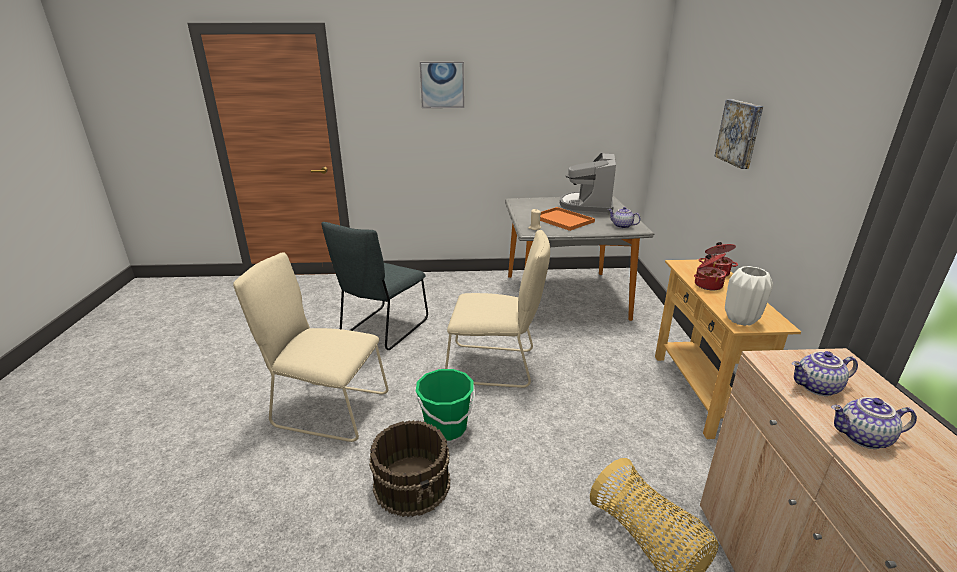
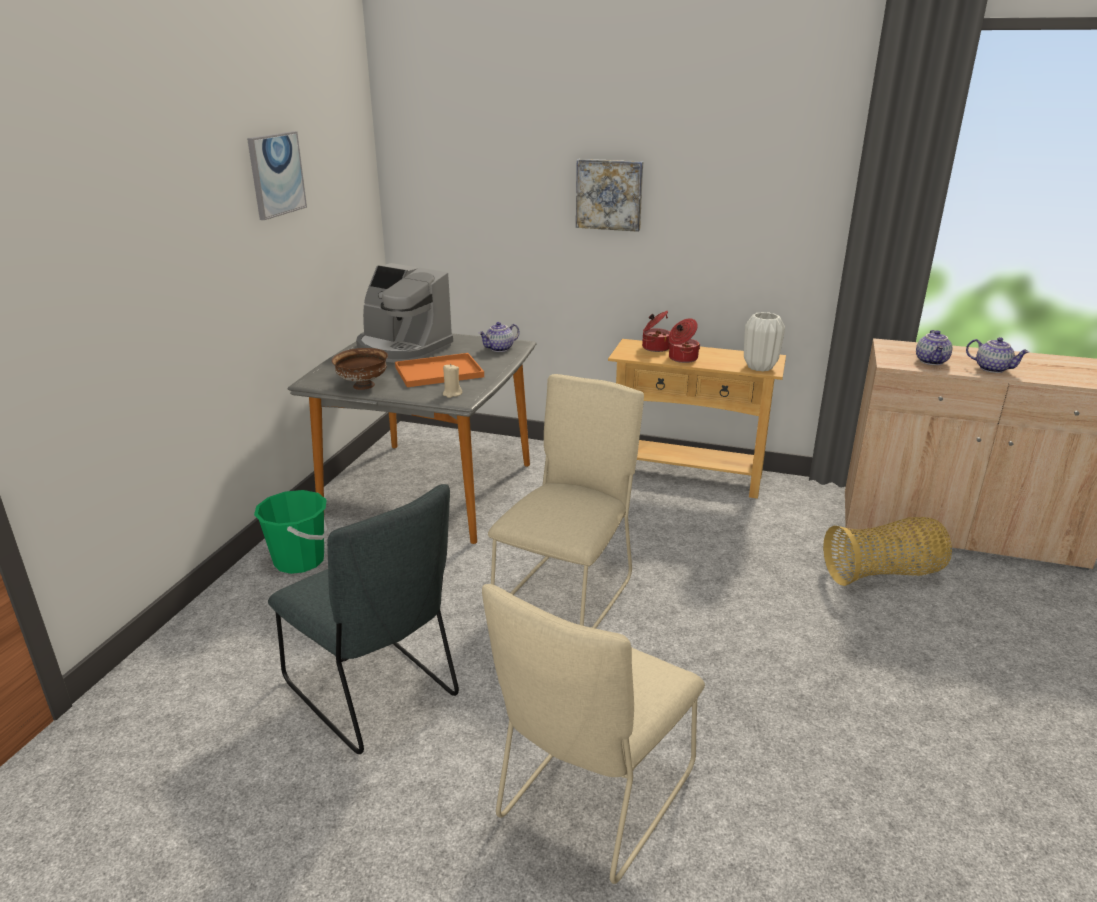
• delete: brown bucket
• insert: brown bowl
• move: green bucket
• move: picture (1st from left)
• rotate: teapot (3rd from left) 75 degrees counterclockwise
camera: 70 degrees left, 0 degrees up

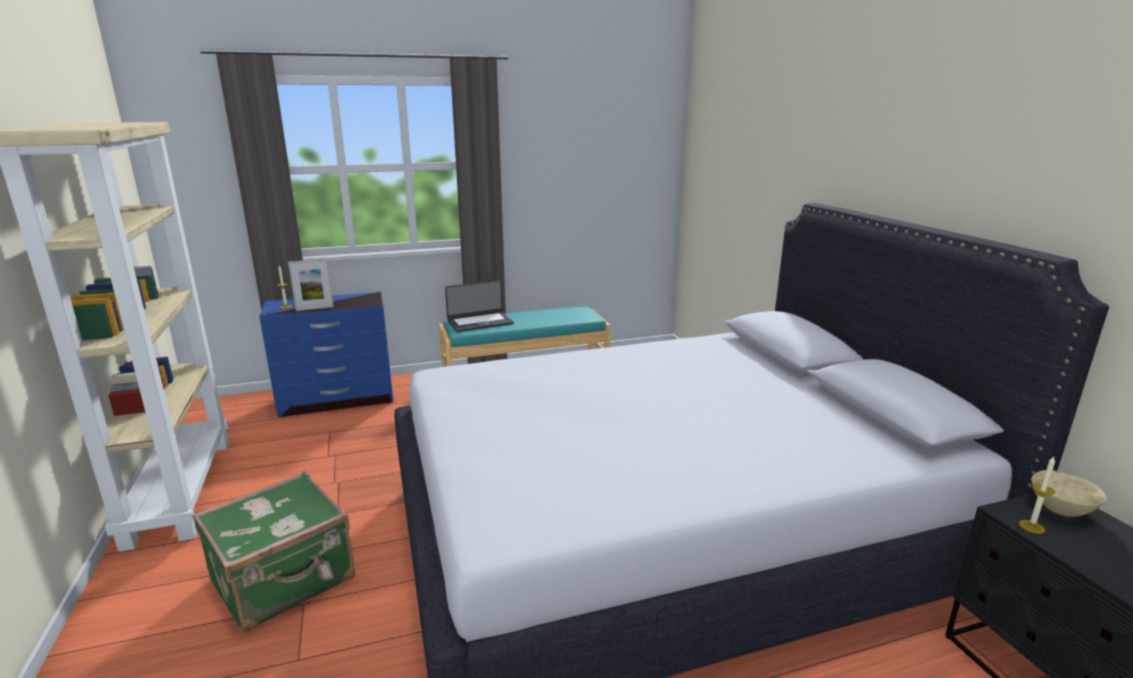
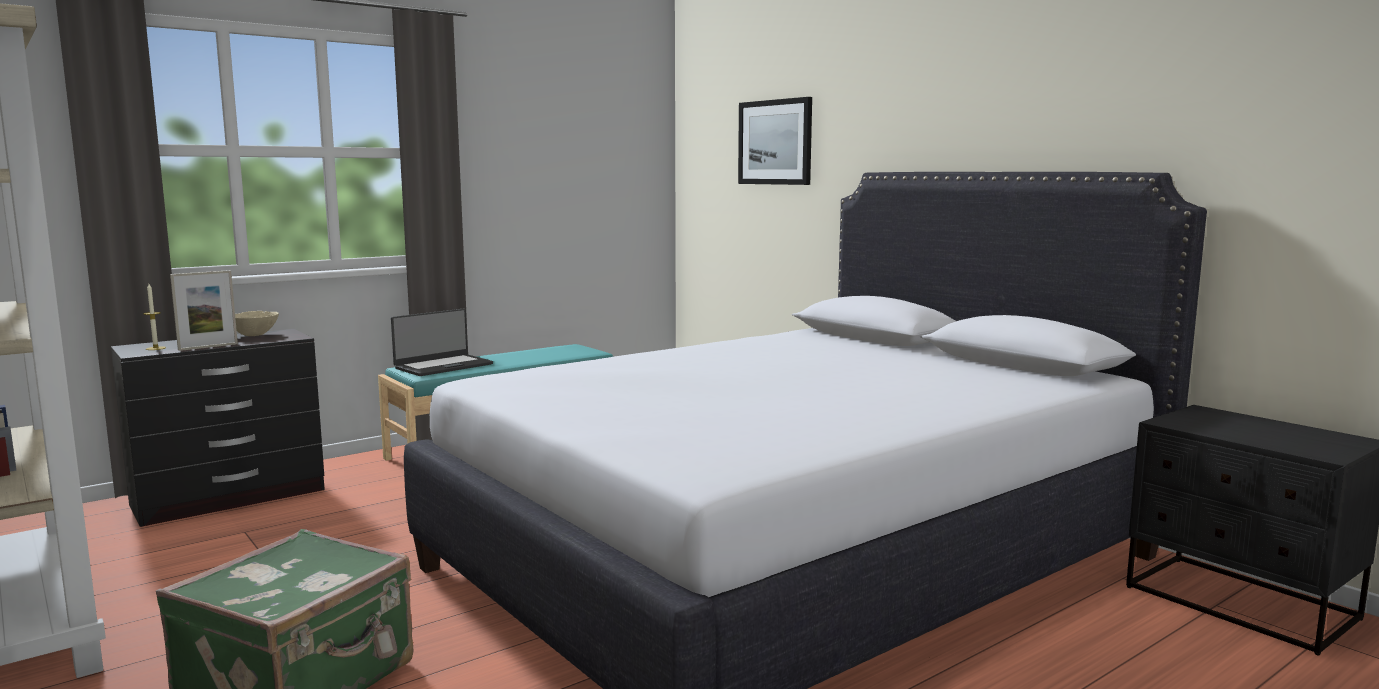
• delete: candle (2nd from left)
• insert: picture
• move: beige bowl
• recolor: blue dresser to black dresser
camera: 20 degrees left, 10 degrees down

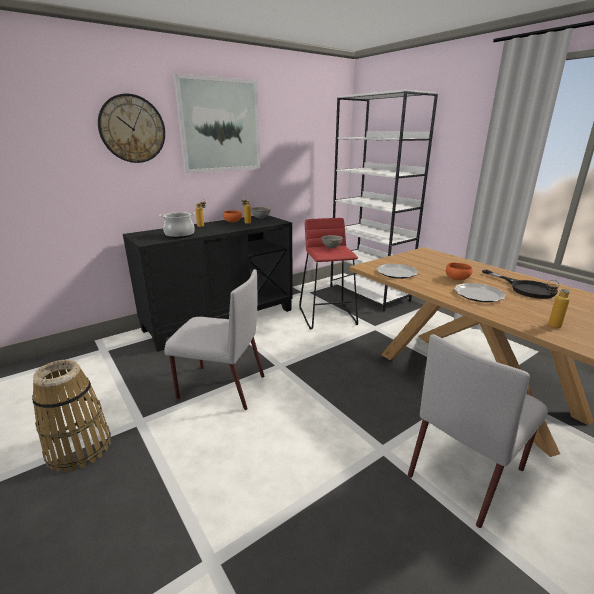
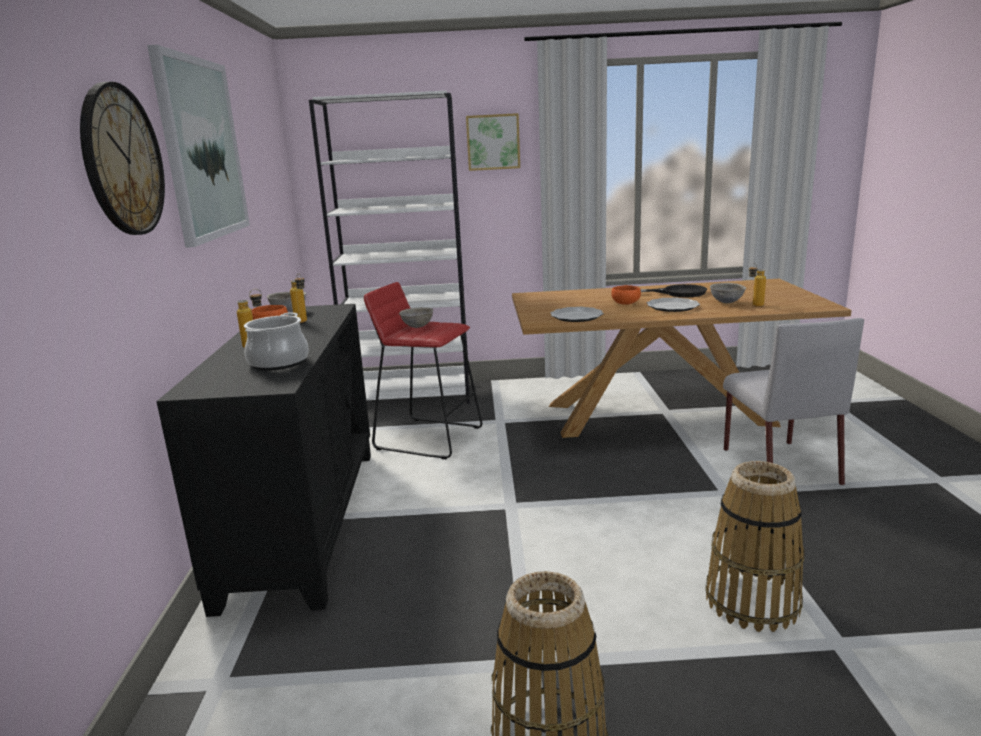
• delete: grey chair (1st from left)
• insert: picture (2nd from left)
• insert: basket (2nd from left)
• insert: grey bowl (3rd from left)
camera: 55 degrees left, 5 degrees down

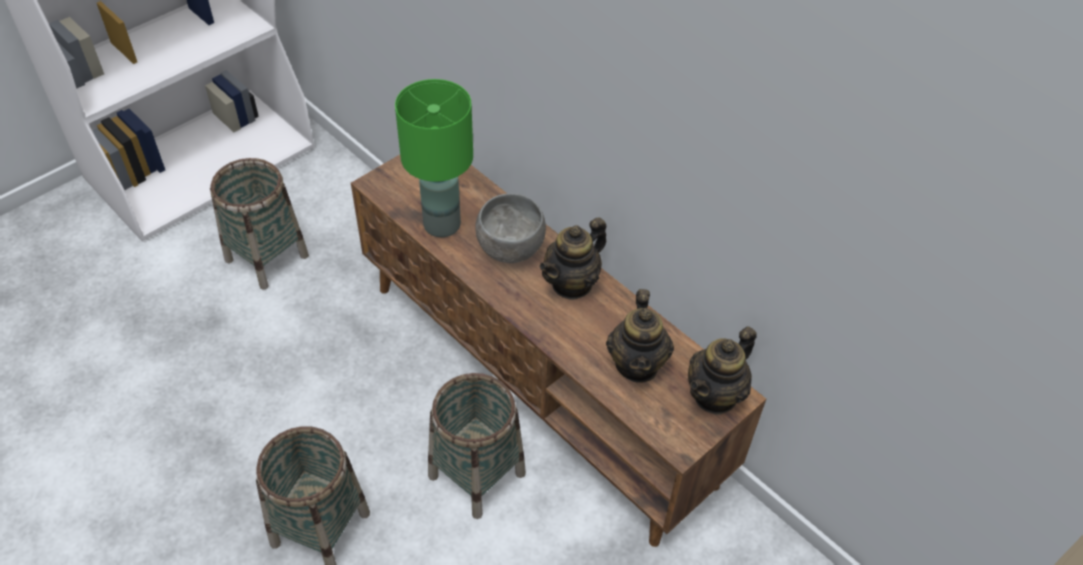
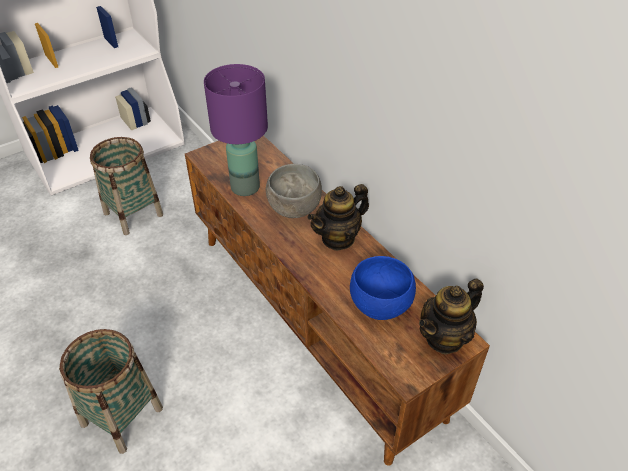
• delete: basket (3rd from left)
• replace: teapot (2nd from left) to blue bowl
• recolor: green table lamp to purple table lamp
camera: 10 degrees right, 5 degrees down

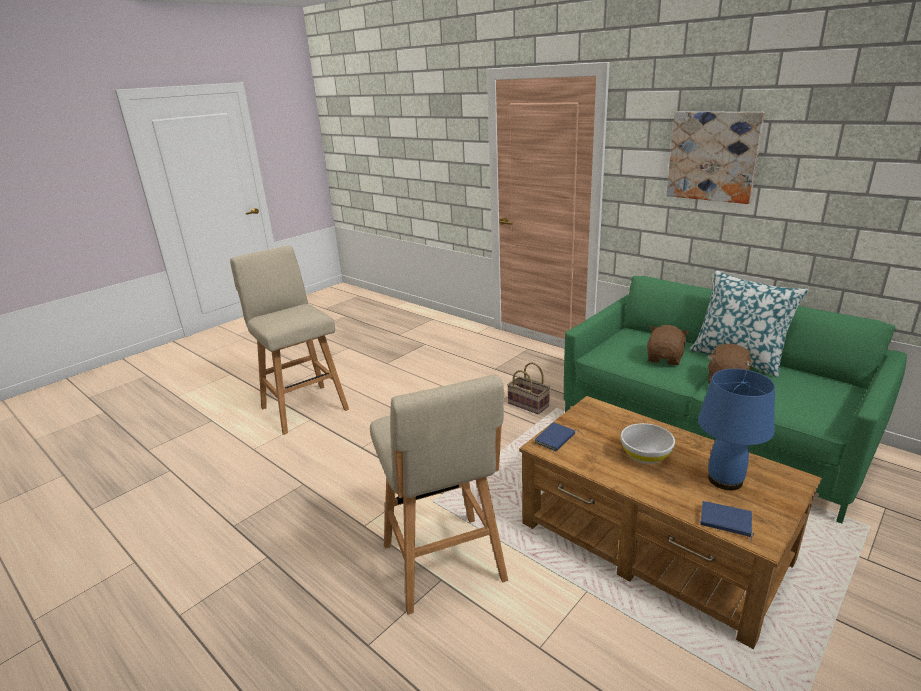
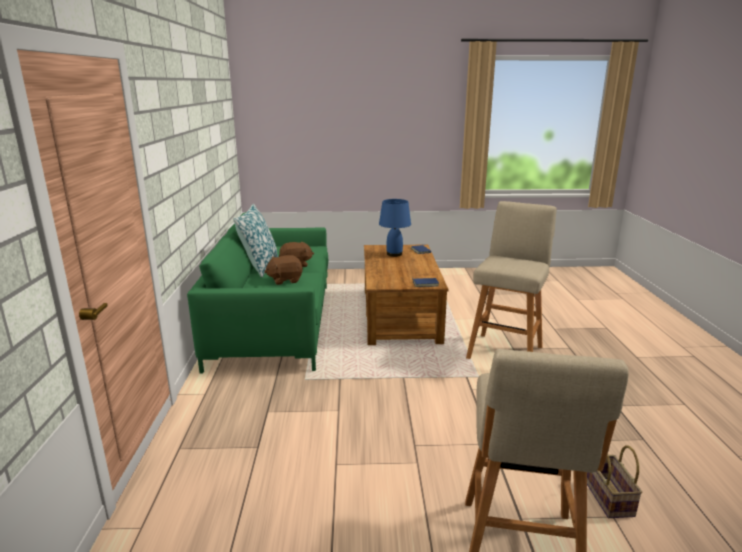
• delete: white bowl
• delete: picture
• move: basket
camera: 135 degrees left, 5 degrees down

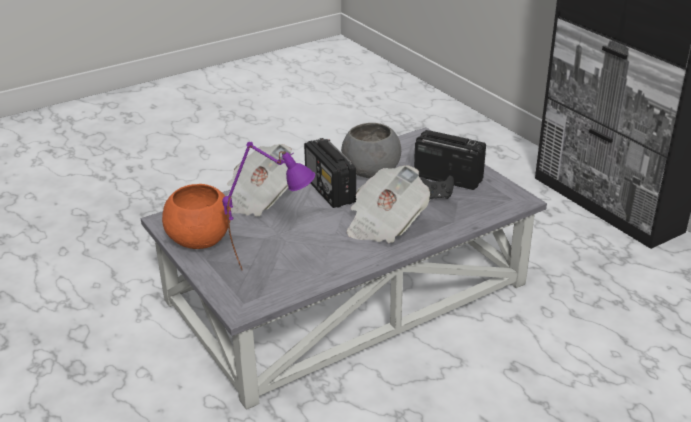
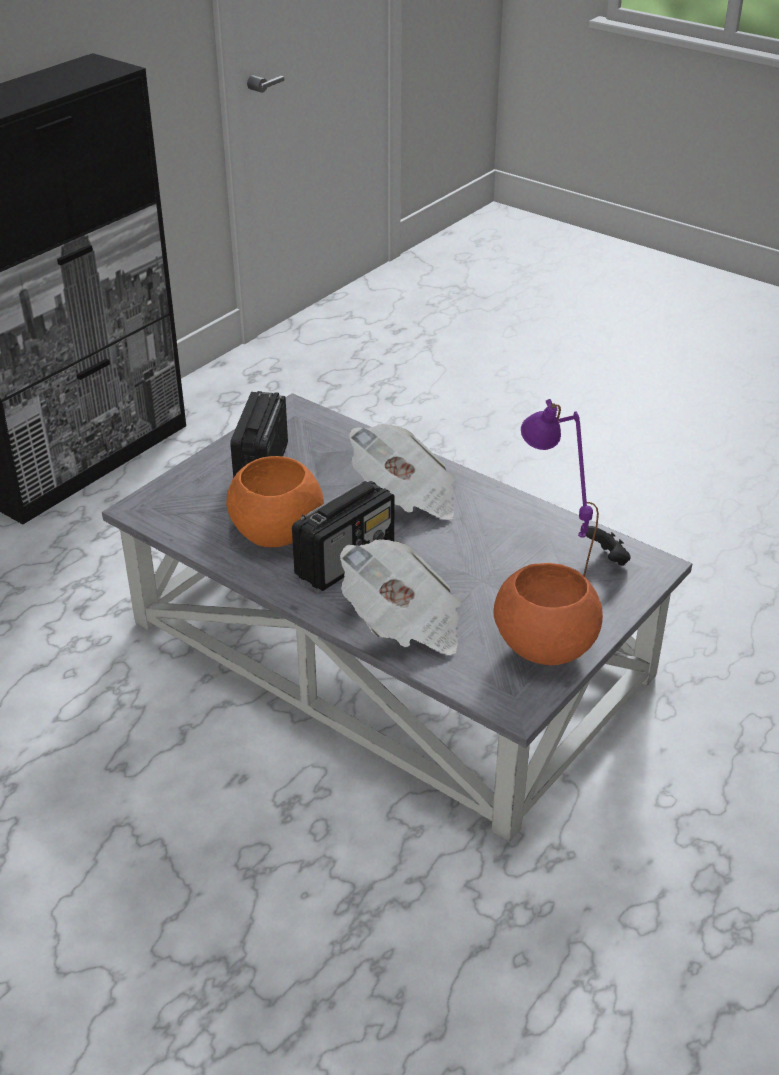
• move: black game controller
• recolor: grey bowl to orange bowl (1st from left)
camera: 110 degrees left, 5 degrees up

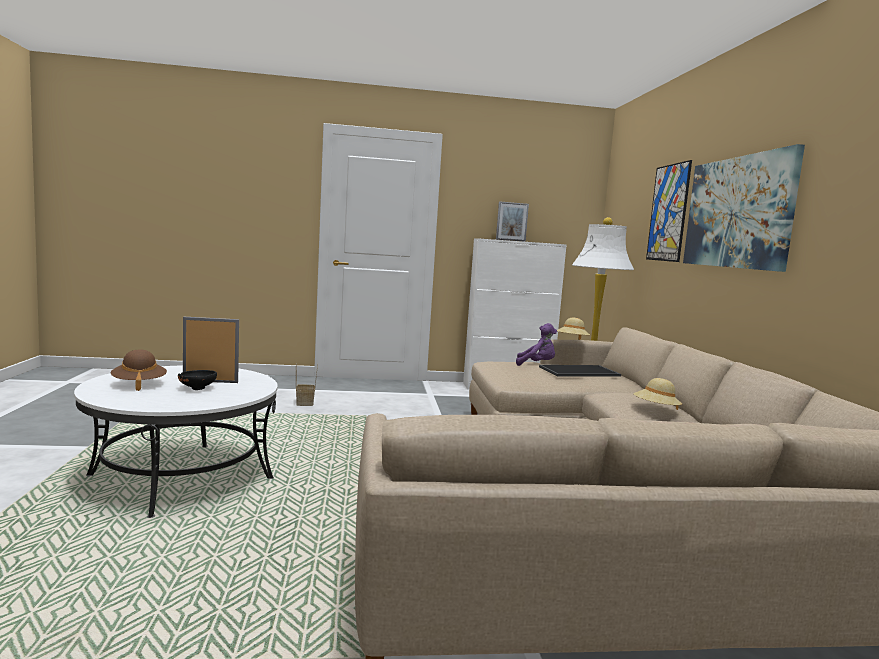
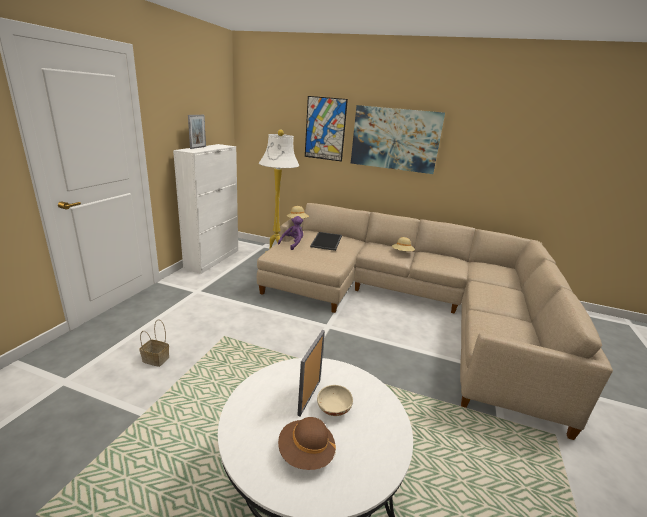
• recolor: black bowl to beige bowl
camera: 65 degrees left, 15 degrees up

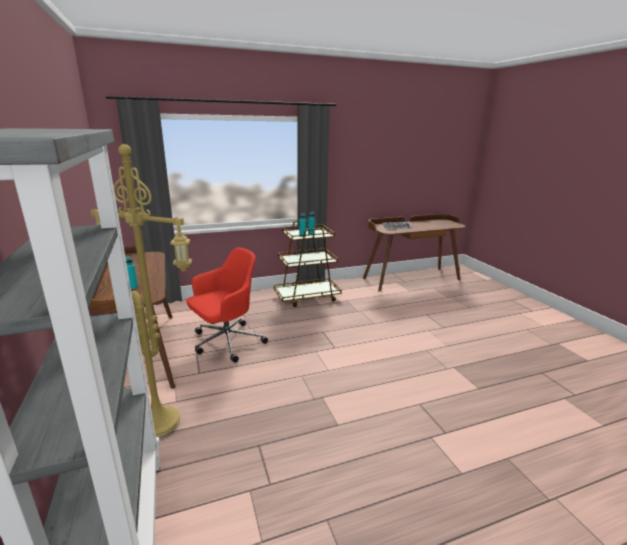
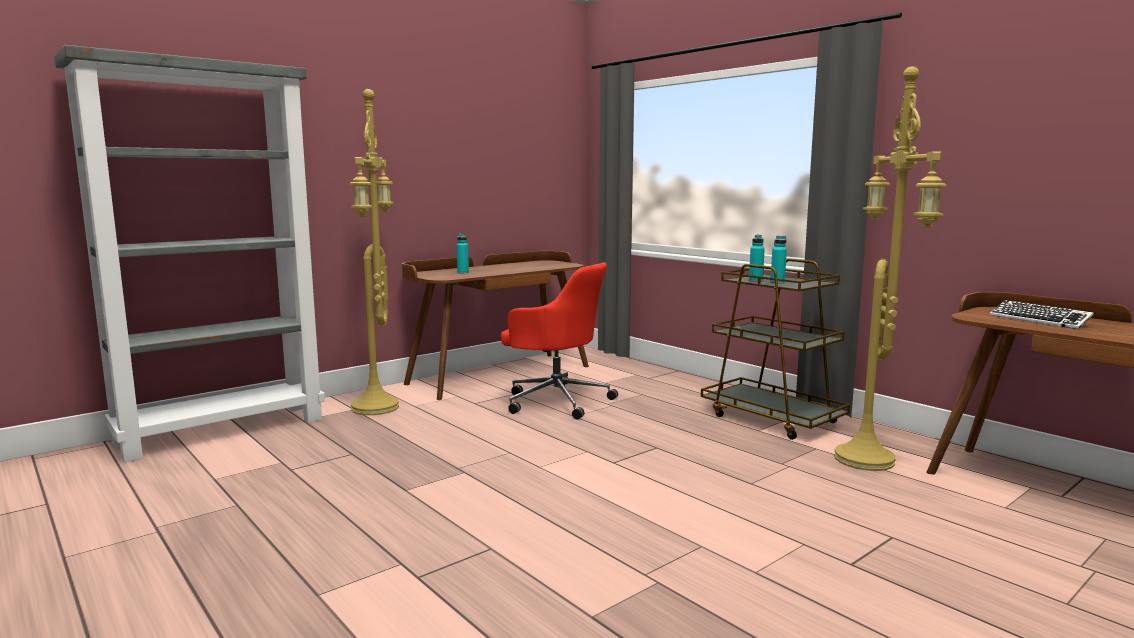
• insert: yellow floor lamp (2nd from left)
camera: 70 degrees right, 10 degrees down

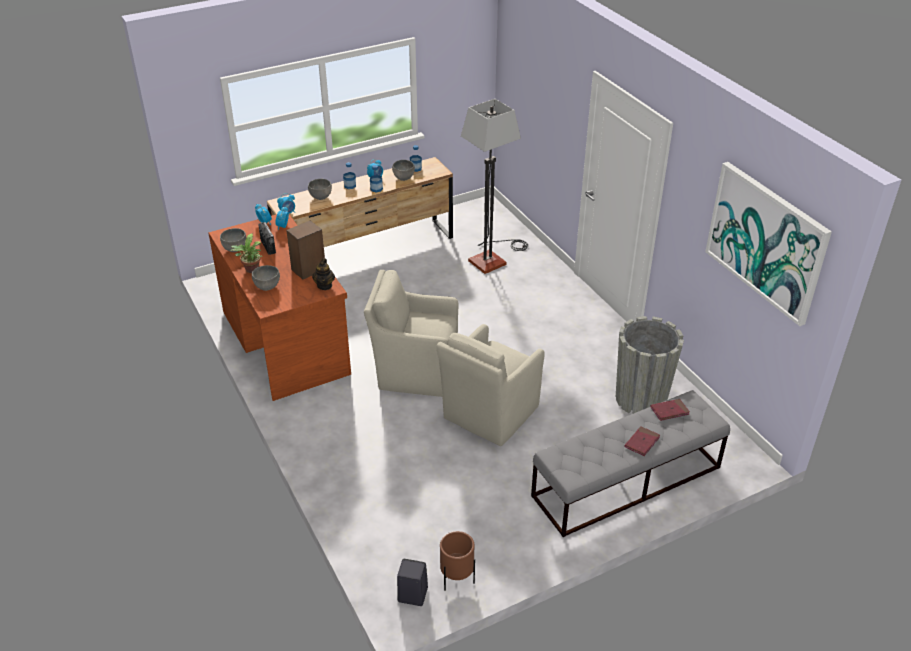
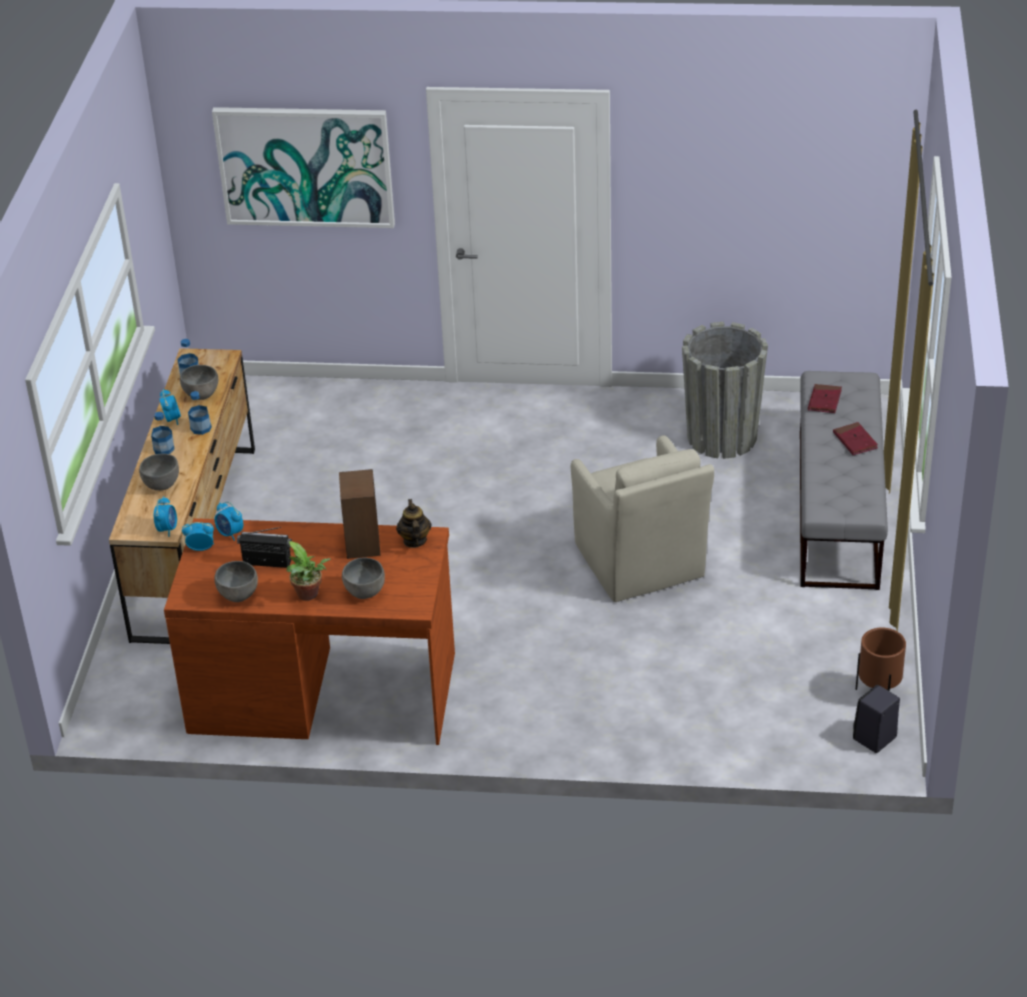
• delete: beige armchair (1st from left)
• delete: floor lamp
• move: picture
• rotate: teapot 135 degrees counterclockwise
camera: 55 degrees left, 0 degrees up

